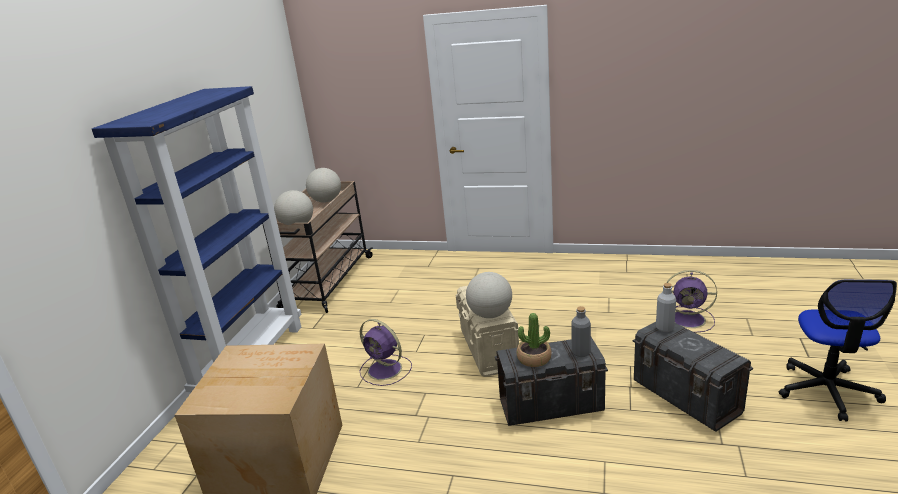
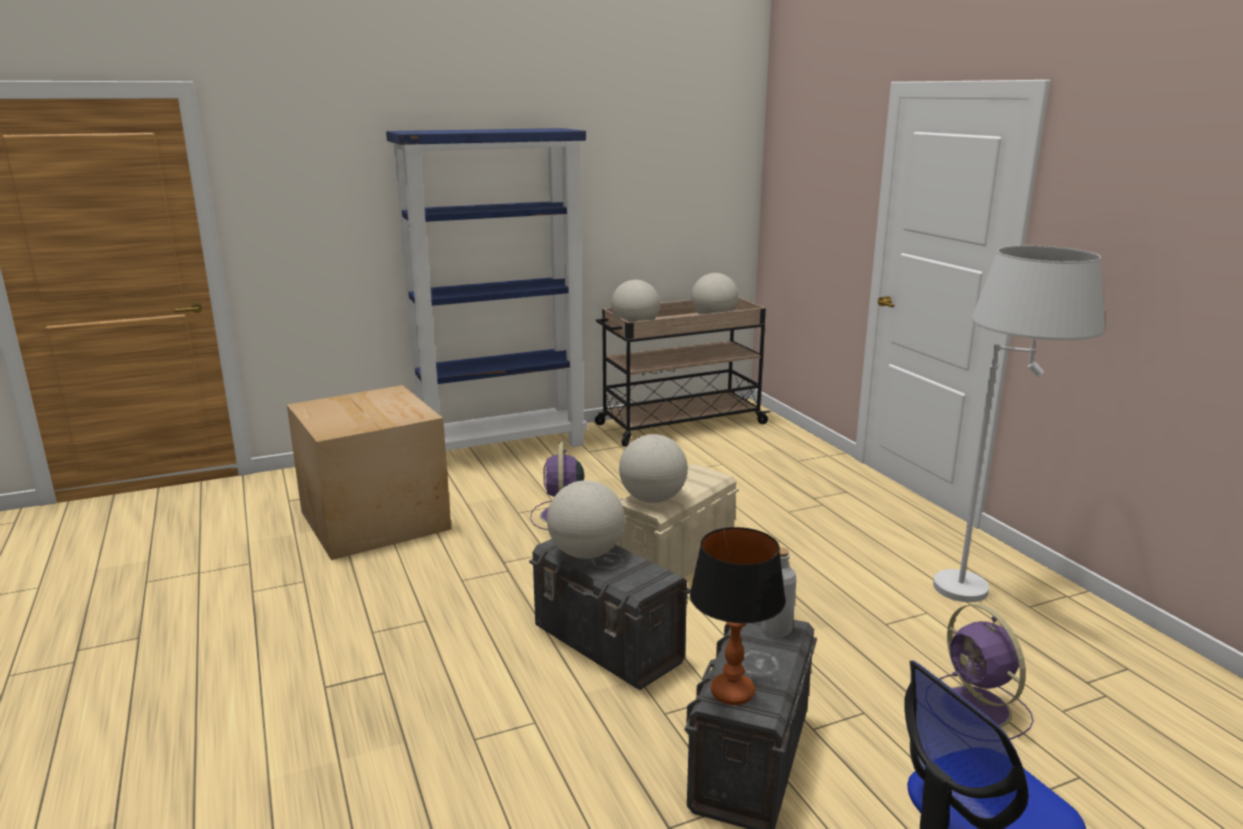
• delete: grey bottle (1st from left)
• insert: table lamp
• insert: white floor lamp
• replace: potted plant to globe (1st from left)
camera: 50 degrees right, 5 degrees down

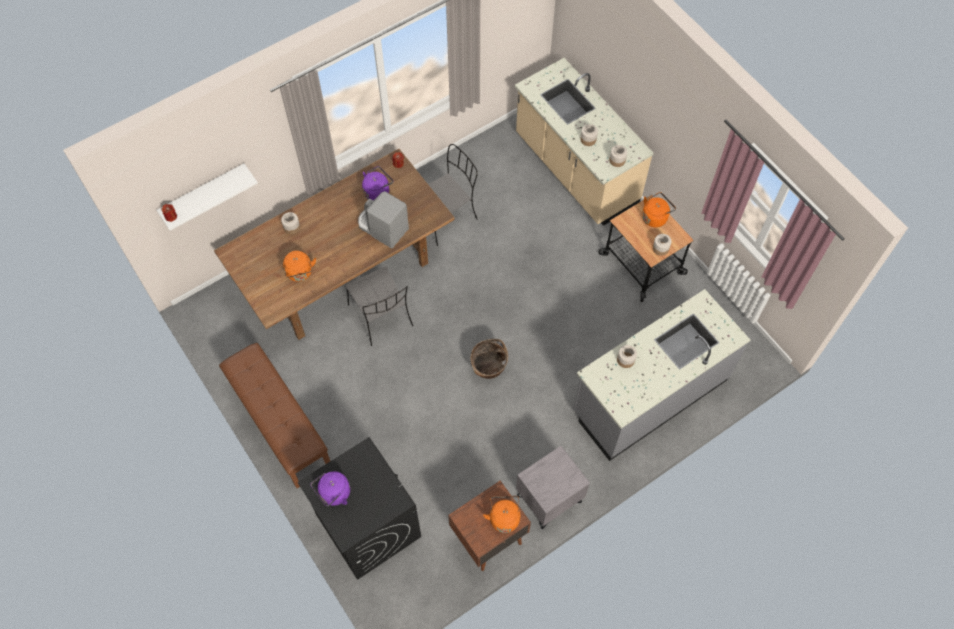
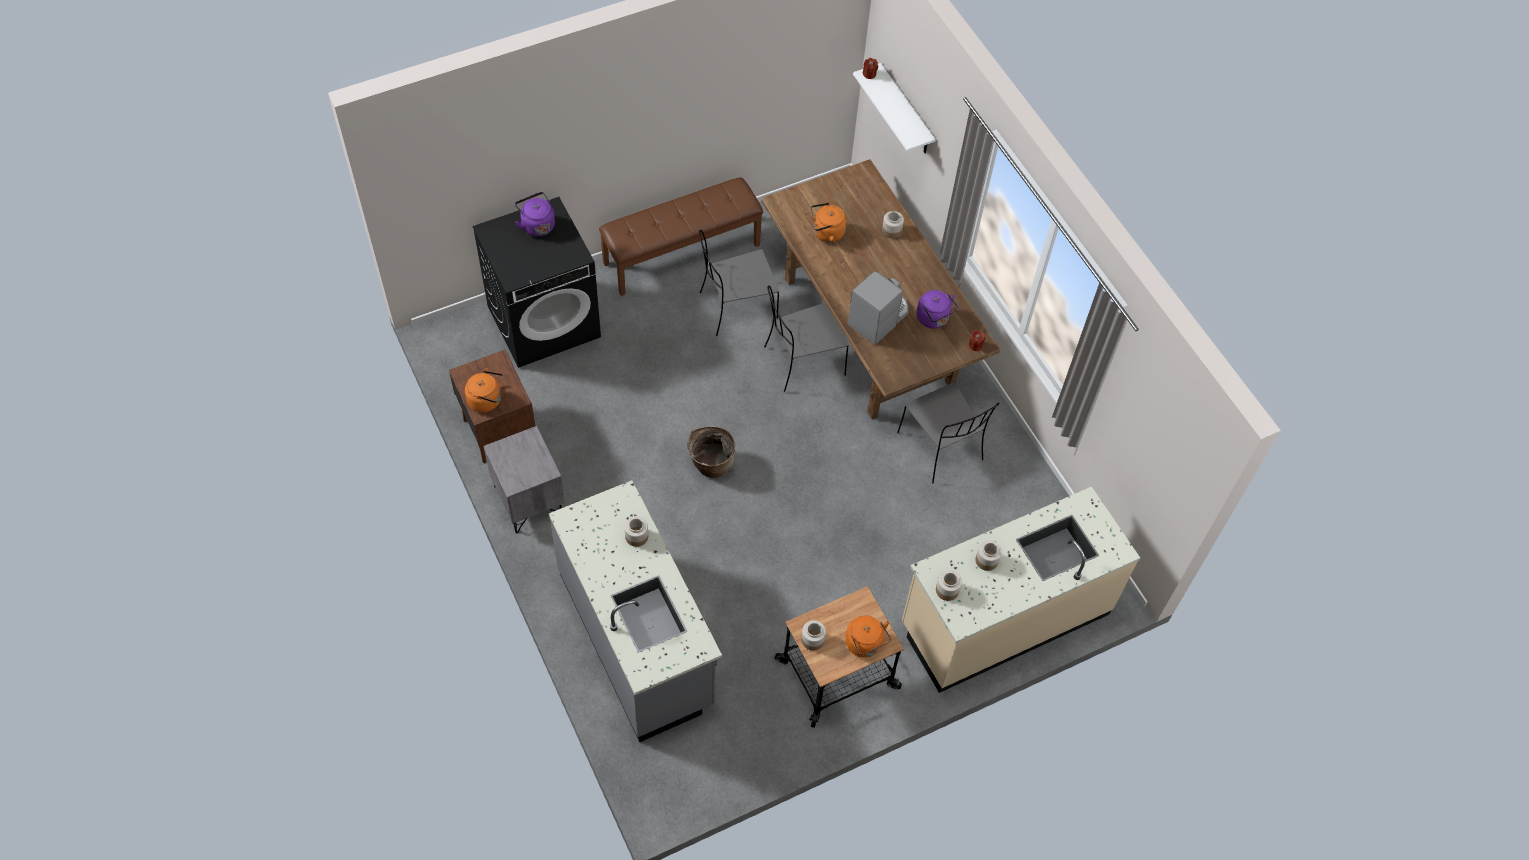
• insert: grey chair (1st from left)
camera: 95 degrees right, 5 degrees down

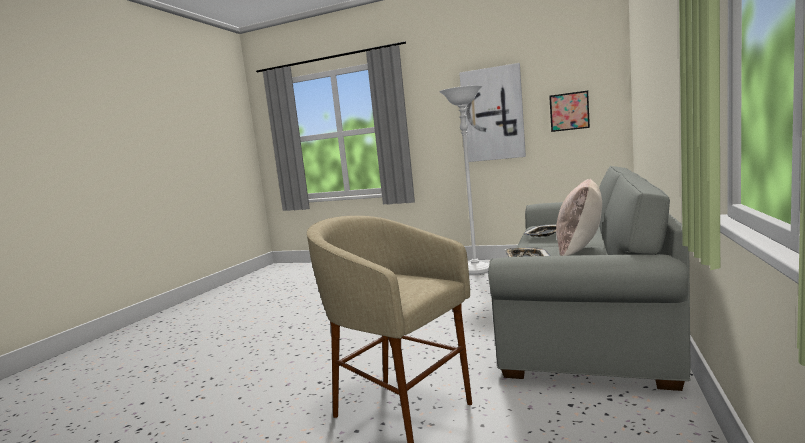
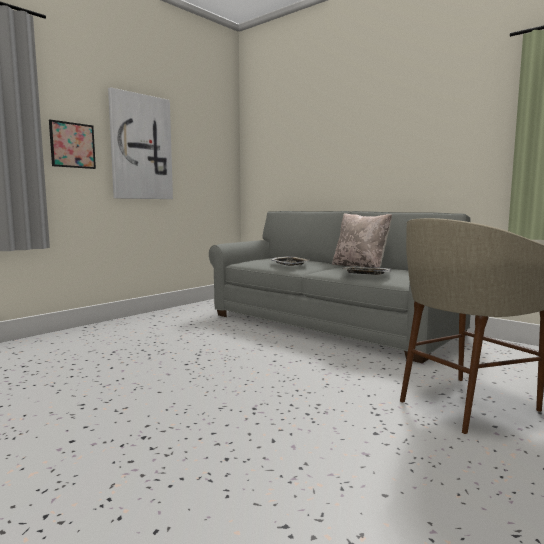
• delete: white floor lamp
• move: picture (2nd from left in the first image) to picture (1st from left)
camera: 70 degrees left, 0 degrees up

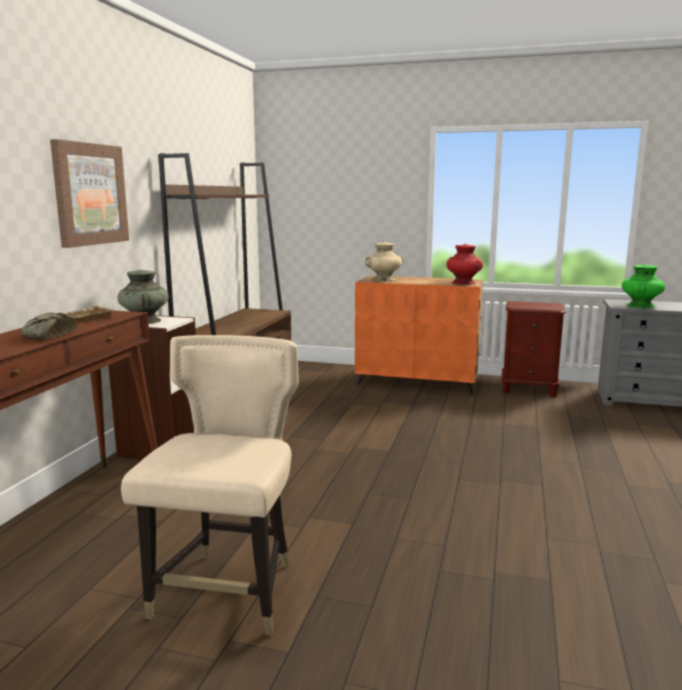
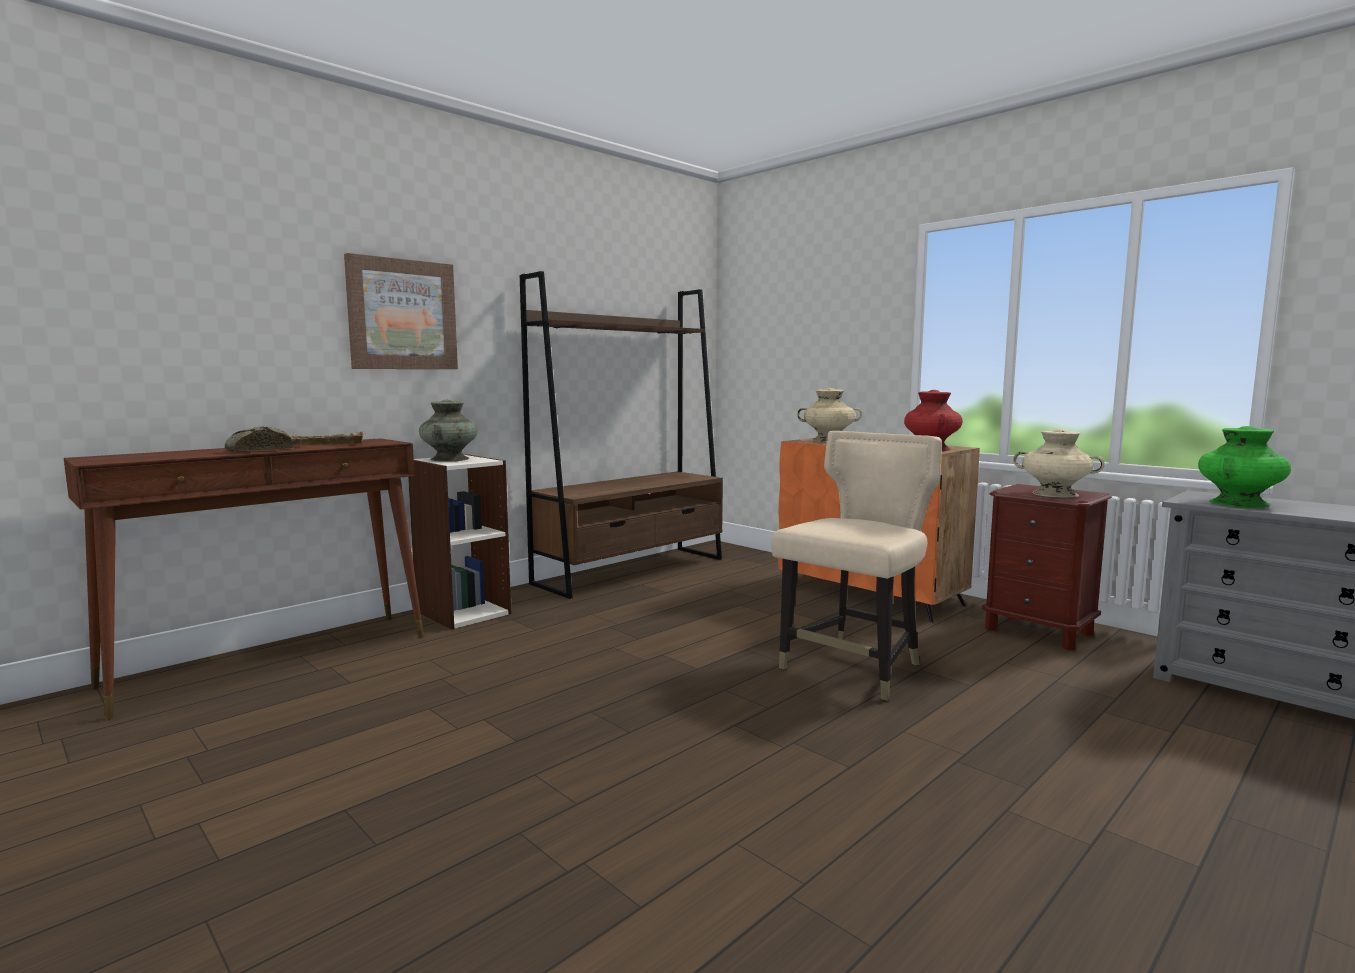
• insert: beige vase (2nd from left)
• move: beige chair
camera: 30 degrees right, 5 degrees down

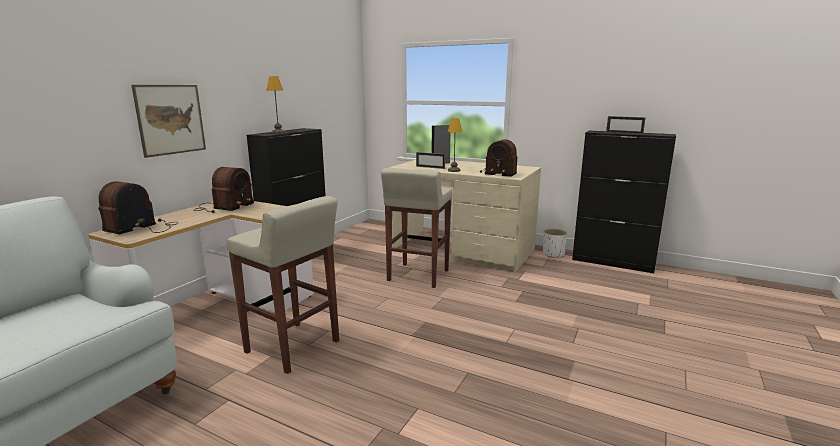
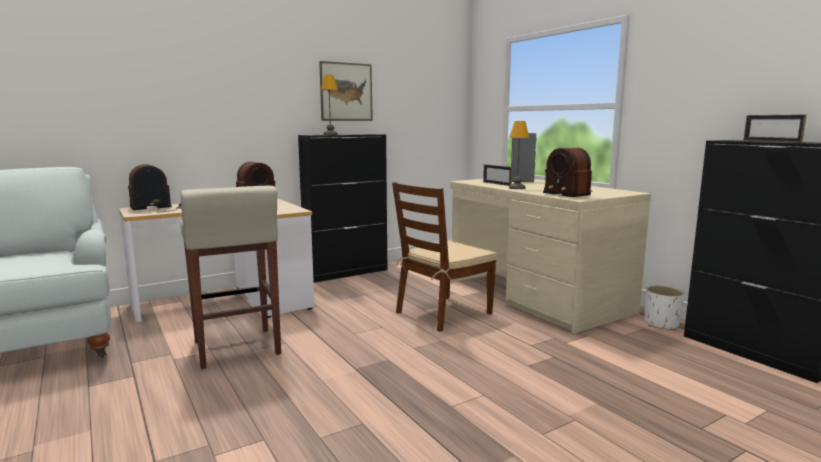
• move: picture
• replace: beige stool (2nd from left) to brown chair
camera: 30 degrees right, 5 degrees down

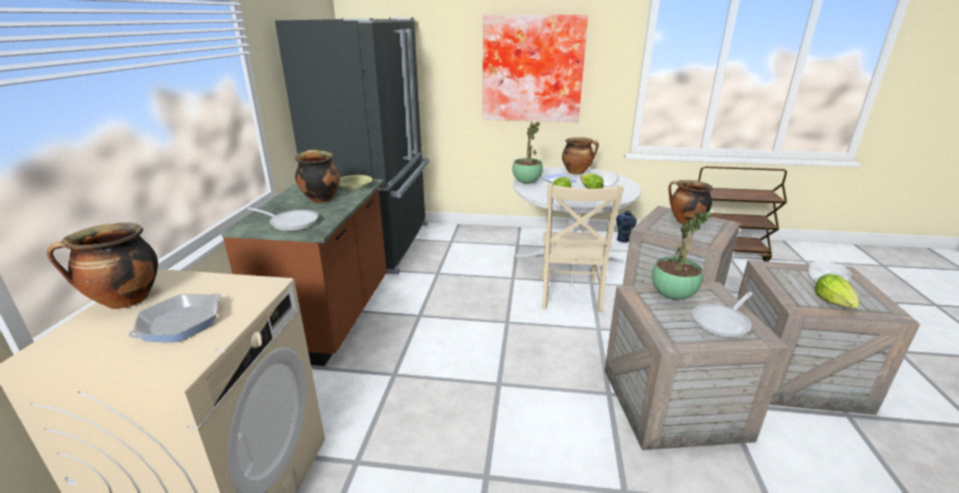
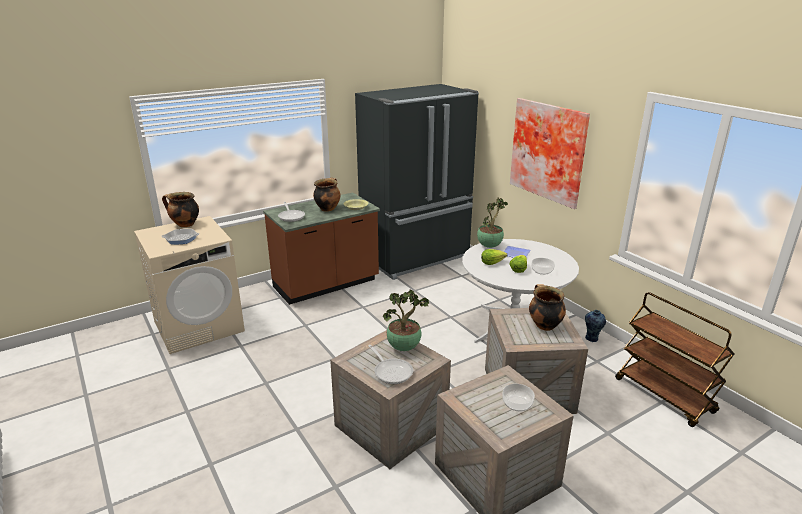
• delete: beige chair
• delete: cooking pot (3rd from left)
• delete: lettuce (3rd from left)
• rotate: frying pan (3rd from left) 135 degrees counterclockwise
camera: 50 degrees right, 0 degrees up

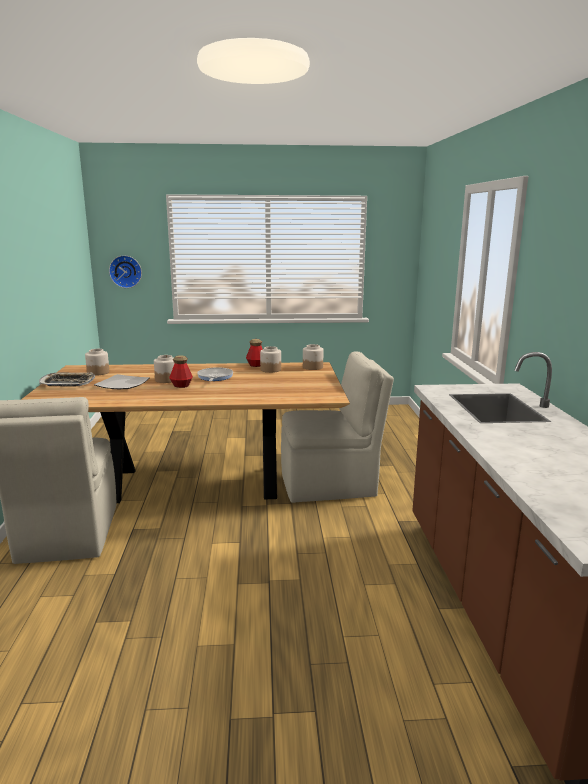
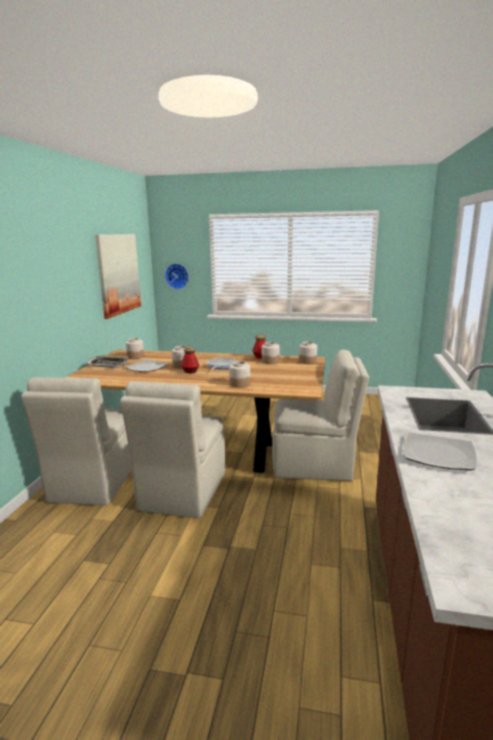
• insert: picture
• insert: beige chair (2nd from left)
• insert: jar (3rd from left)
• insert: plate (2nd from left)
camera: 15 degrees right, 0 degrees up

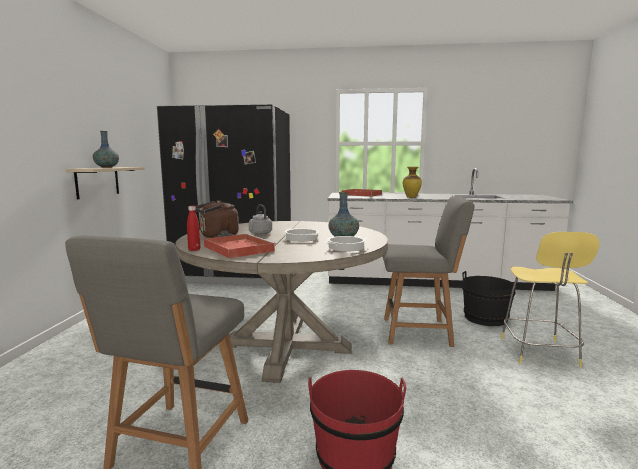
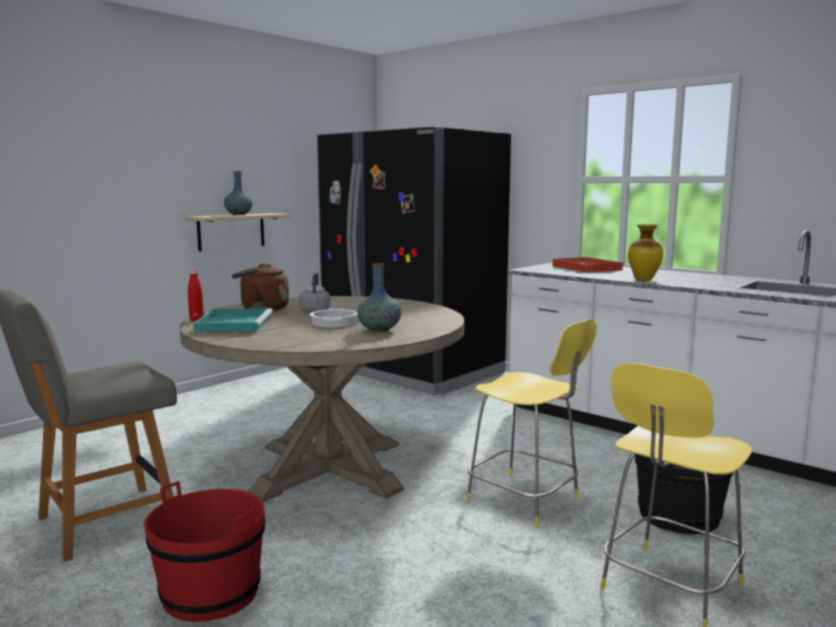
• delete: cooking pot (2nd from left)
• replace: grey chair (2nd from left) to yellow stool (1st from left)
• recolor: red tray (1st from left) to turquoise tray
camera: 35 degrees right, 0 degrees up

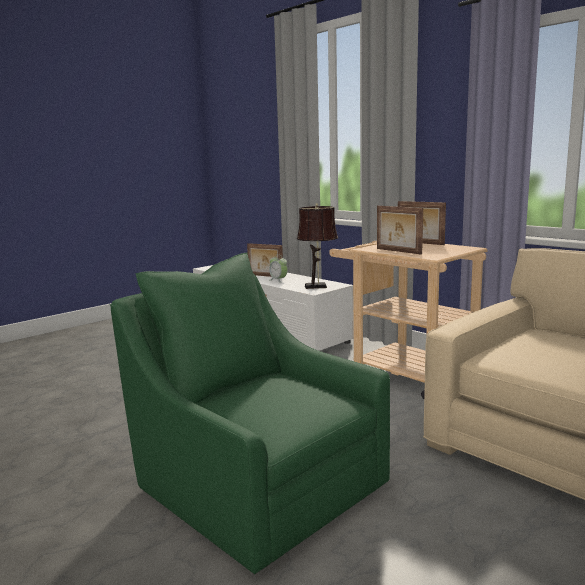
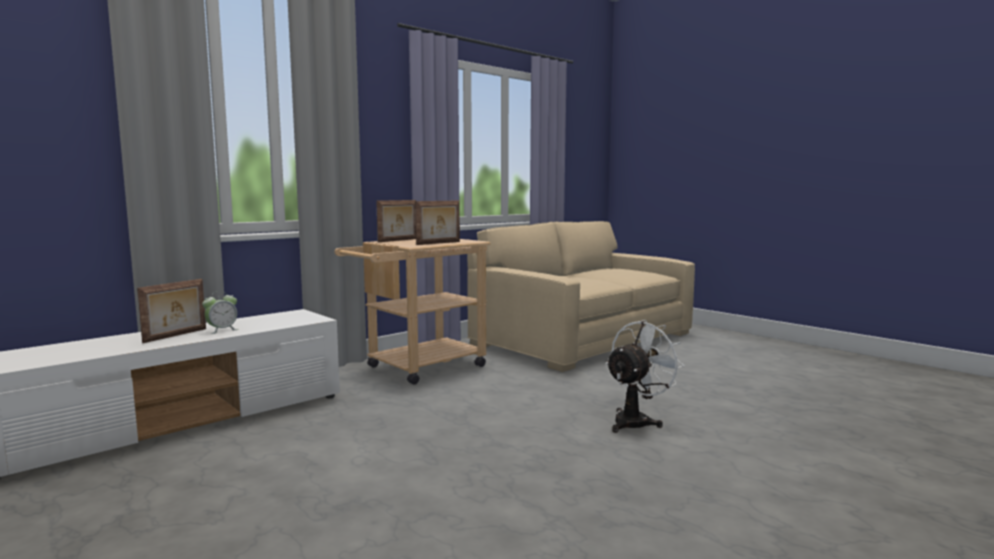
• delete: brown table lamp
• replace: green armchair to white fan
camera: 90 degrees left, 5 degrees down

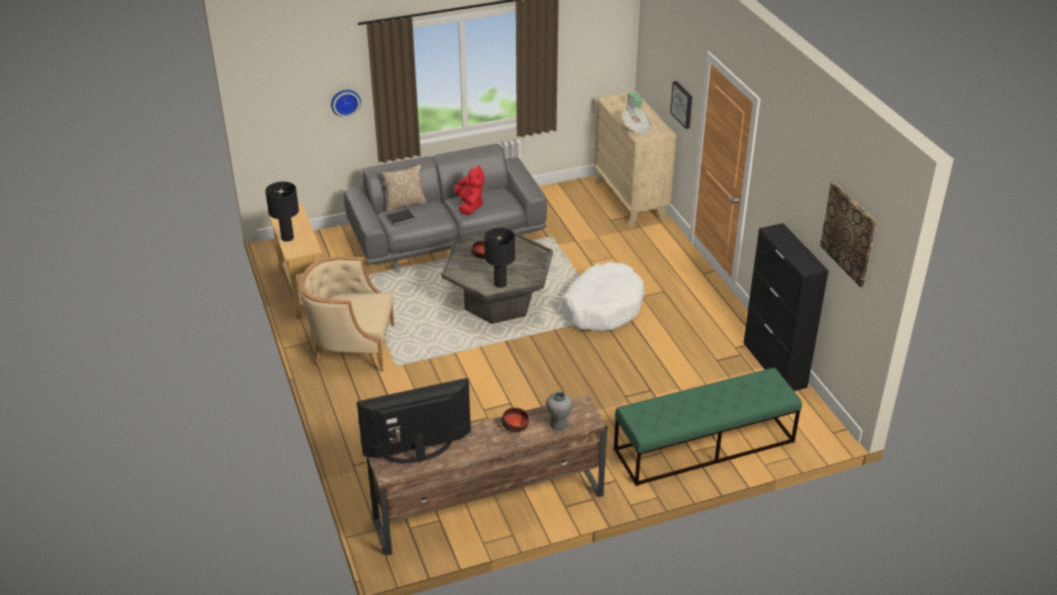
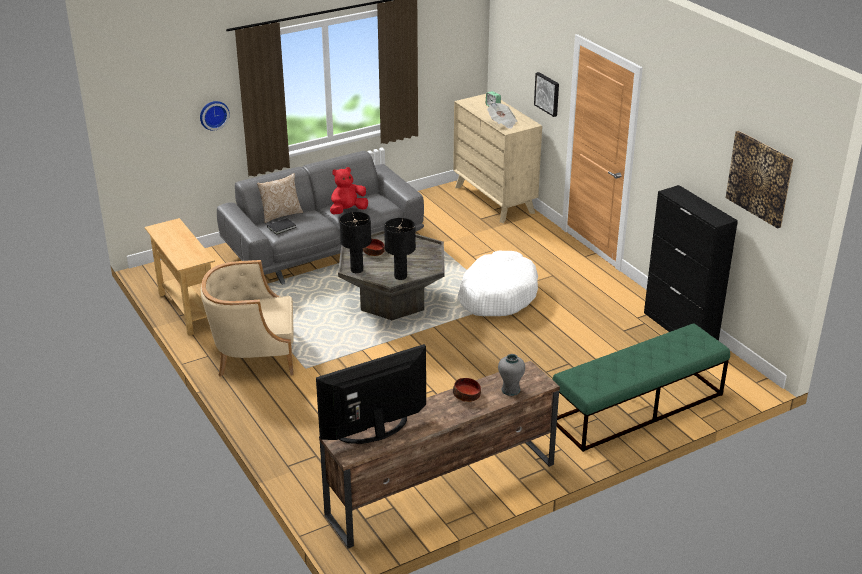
• move: black table lamp (1st from left)
• rotate: red plush toy 105 degrees counterclockwise
camera: 10 degrees left, 5 degrees down

